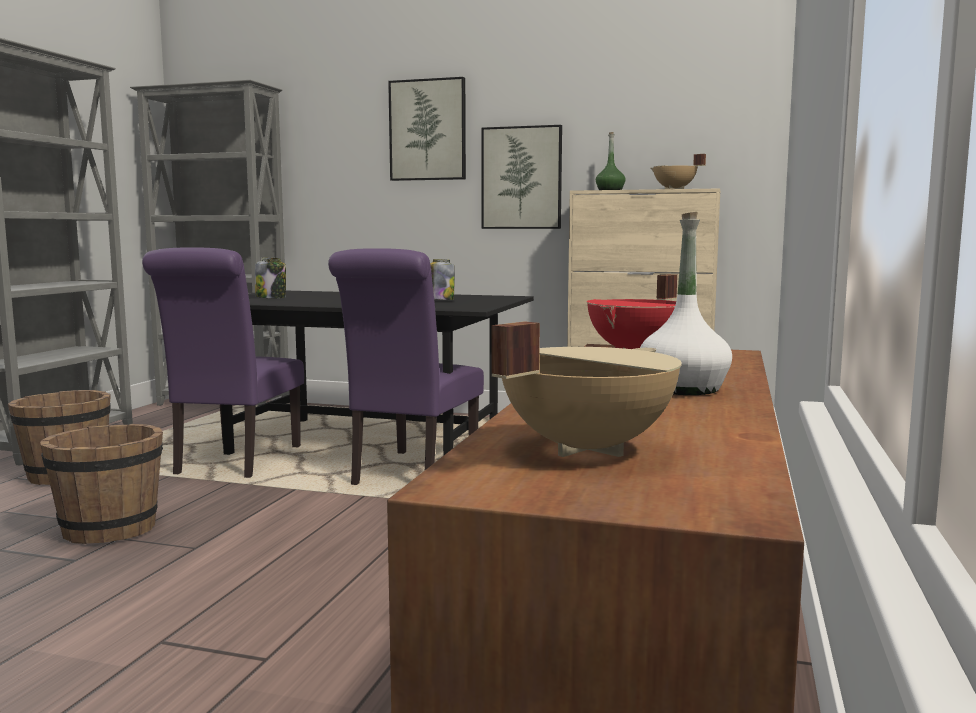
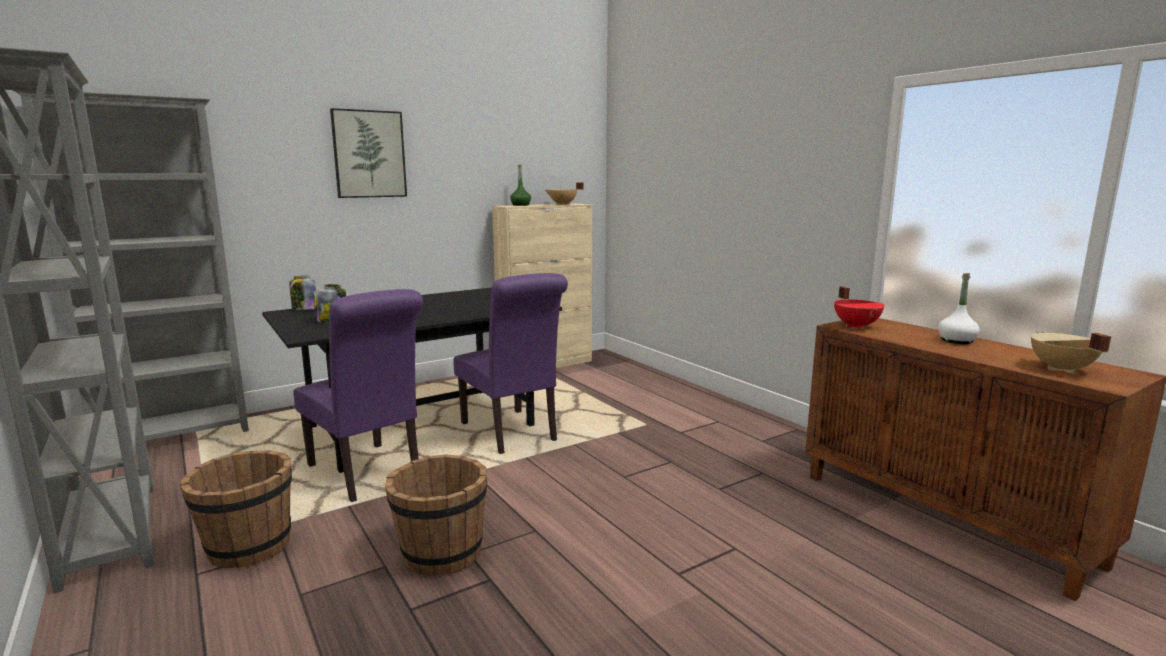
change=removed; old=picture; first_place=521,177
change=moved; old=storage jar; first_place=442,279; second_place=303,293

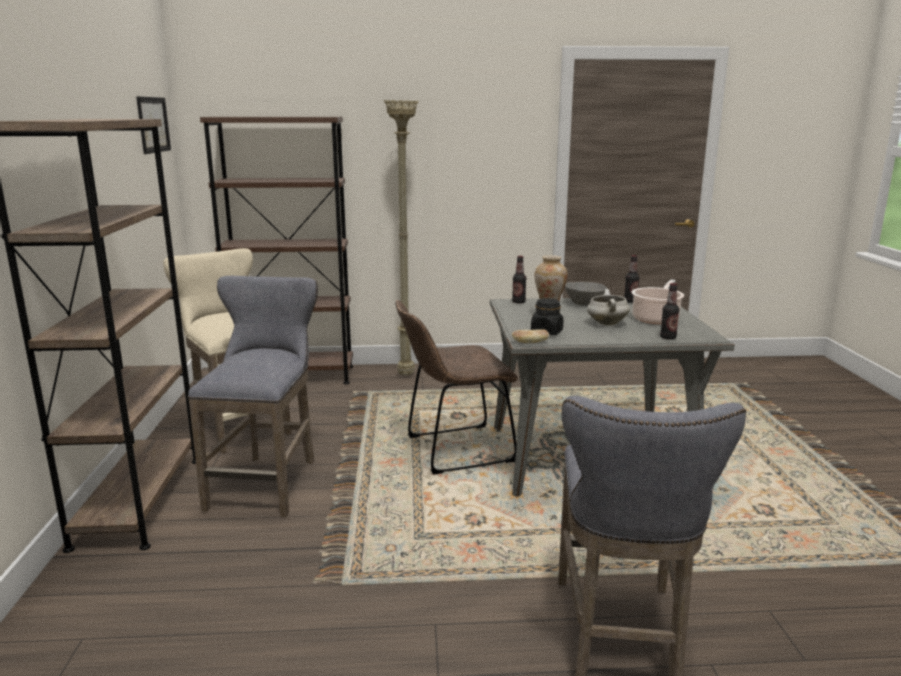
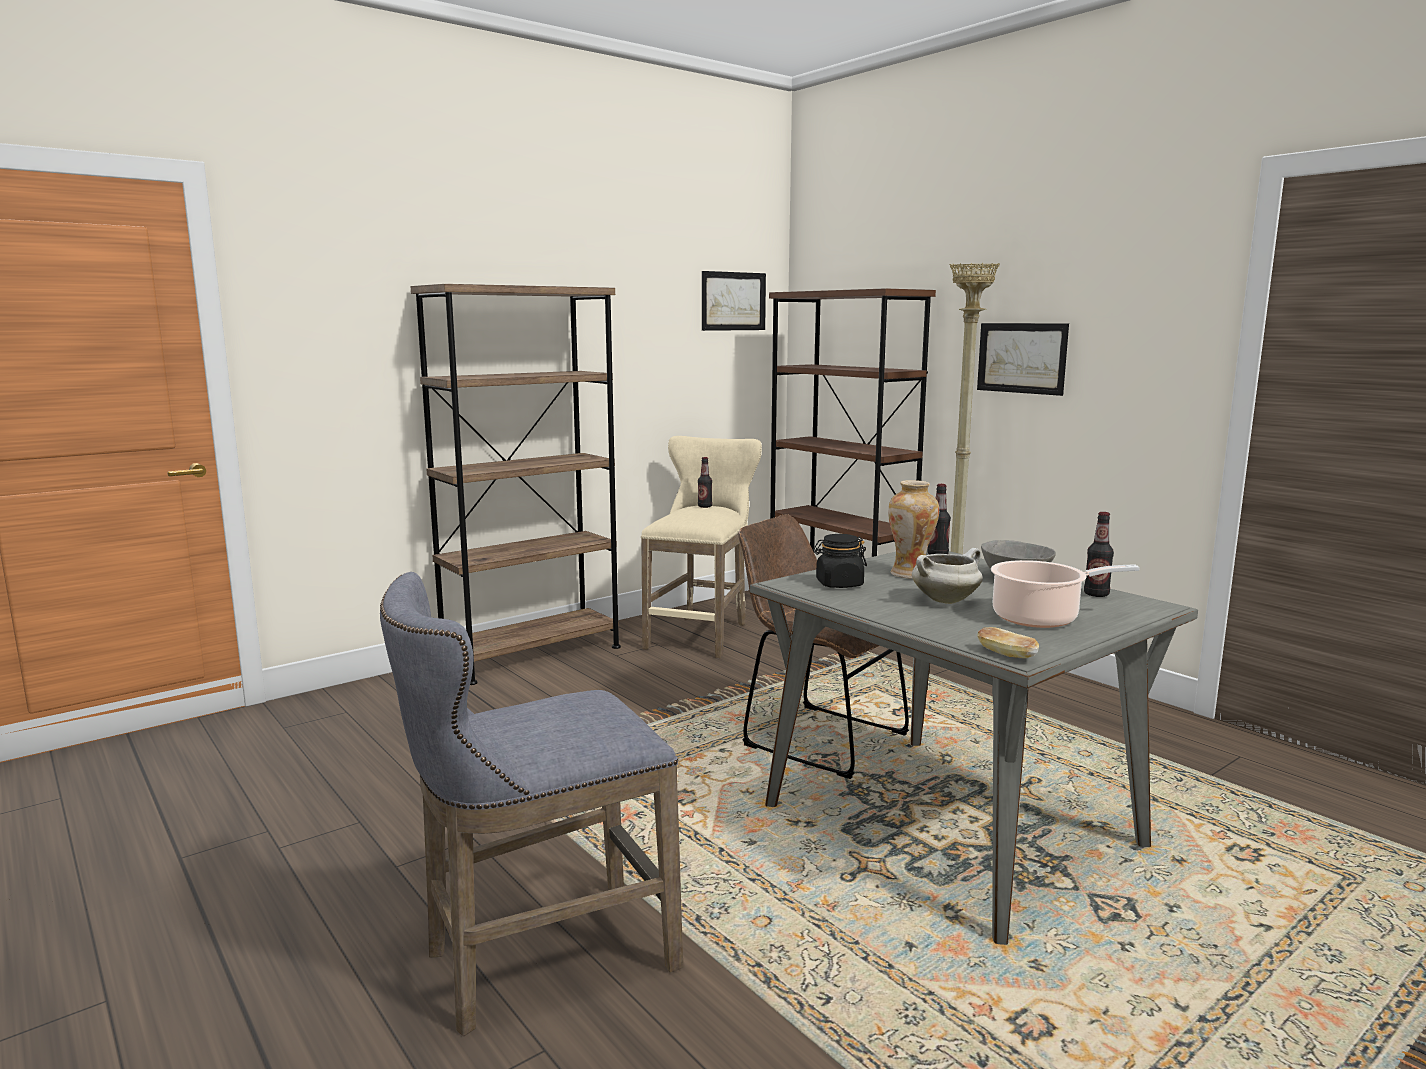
change=removed; old=greyish stool; first_place=253,396
change=added; new=picture; second_place=1023,359
change=moved; old=bakery bread; first_place=531,336; second_place=1008,642
change=moved; old=bottle; first_place=669,311; second_place=705,482

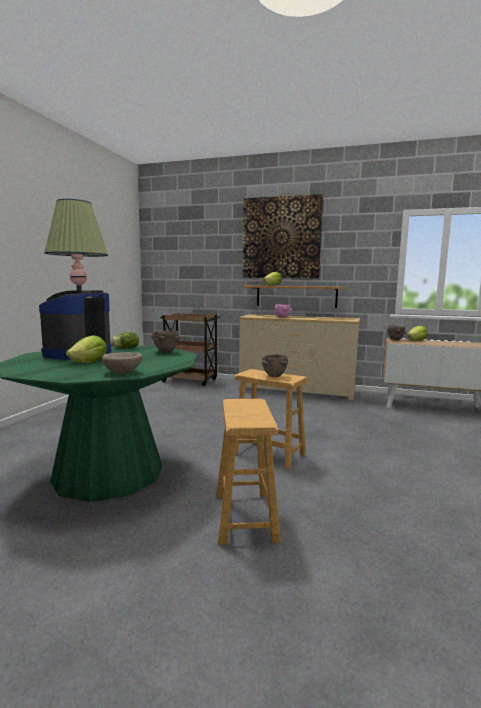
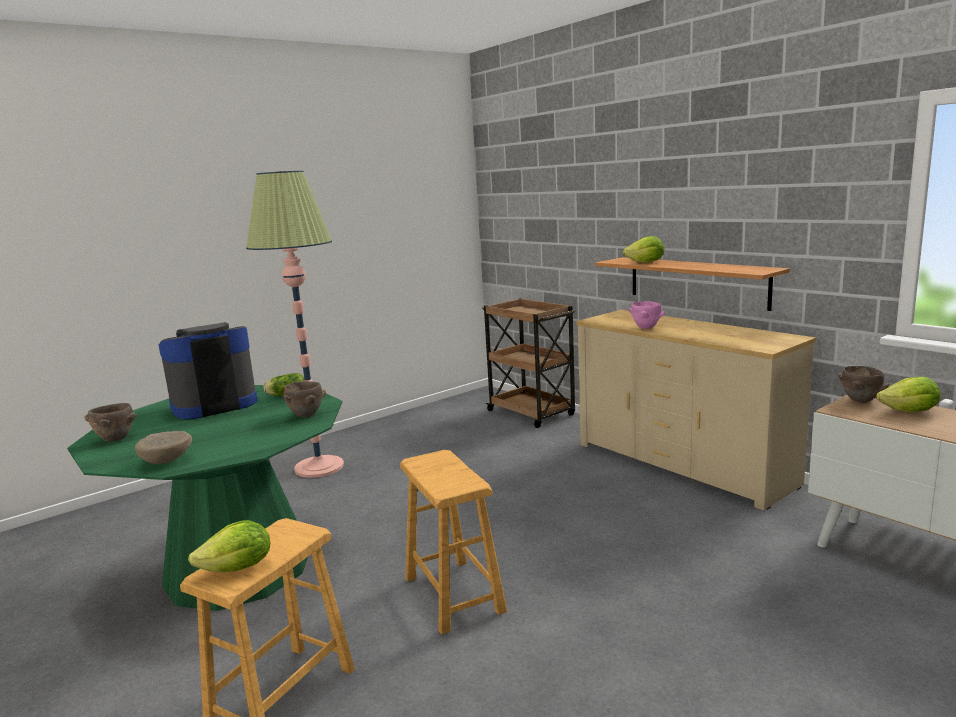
change=removed; old=picture; first_place=283,236
change=moved; old=head of lettuce; first_place=86,349; second_place=229,546
change=moved; old=brown-coloured serving bowl; first_place=275,365; second_place=110,422

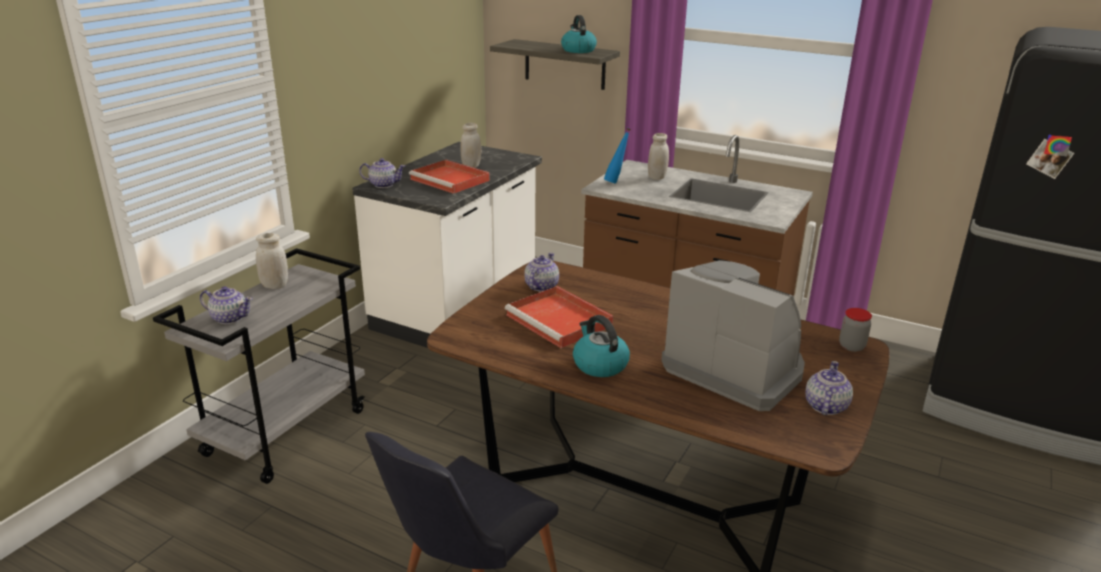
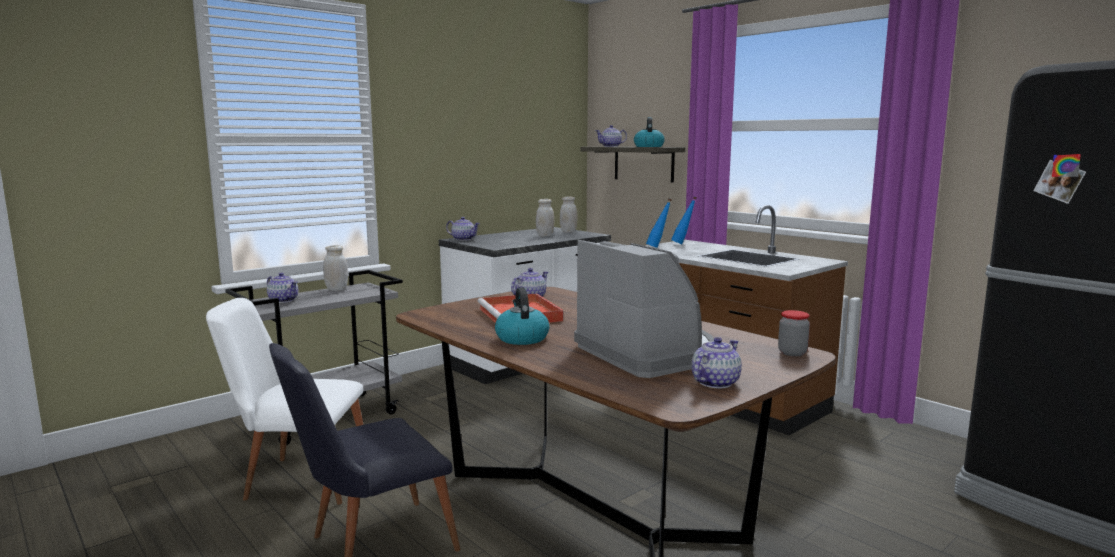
change=removed; old=red serving tray; first_place=449,177
change=added; new=white-coloured plain chair; second_place=284,401
change=added; new=teapot; second_place=611,136
change=added; new=blue-coloured bottle; second_place=684,220
change=moved; old=white-coloured storage jar; first_place=658,156; second_place=569,214

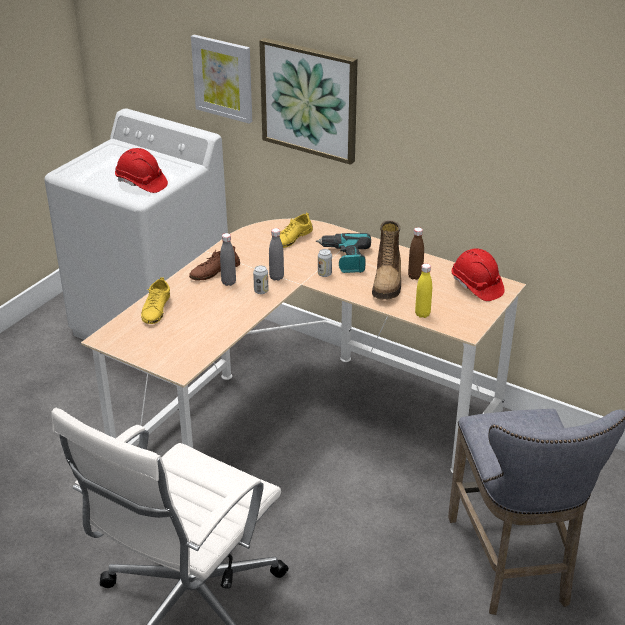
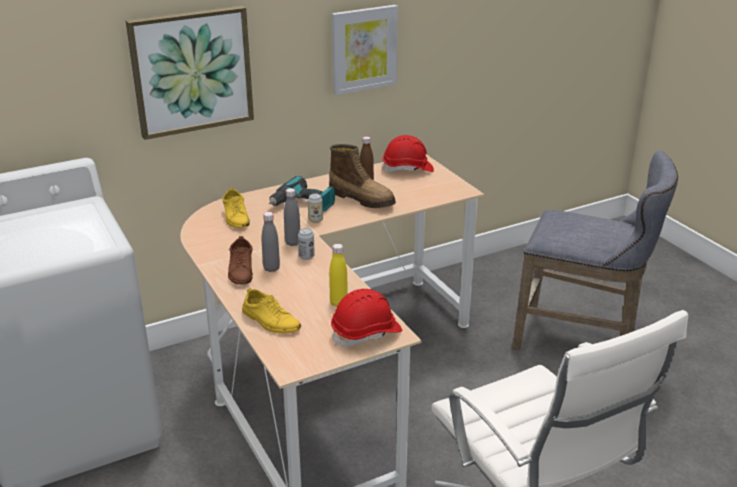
change=moved; old=red safety helmet; first_place=141,170; second_place=366,318
change=moved; old=picture; first_place=221,79; second_place=365,50
change=moved; old=yellowish bottle; first_place=423,291; second_place=338,275

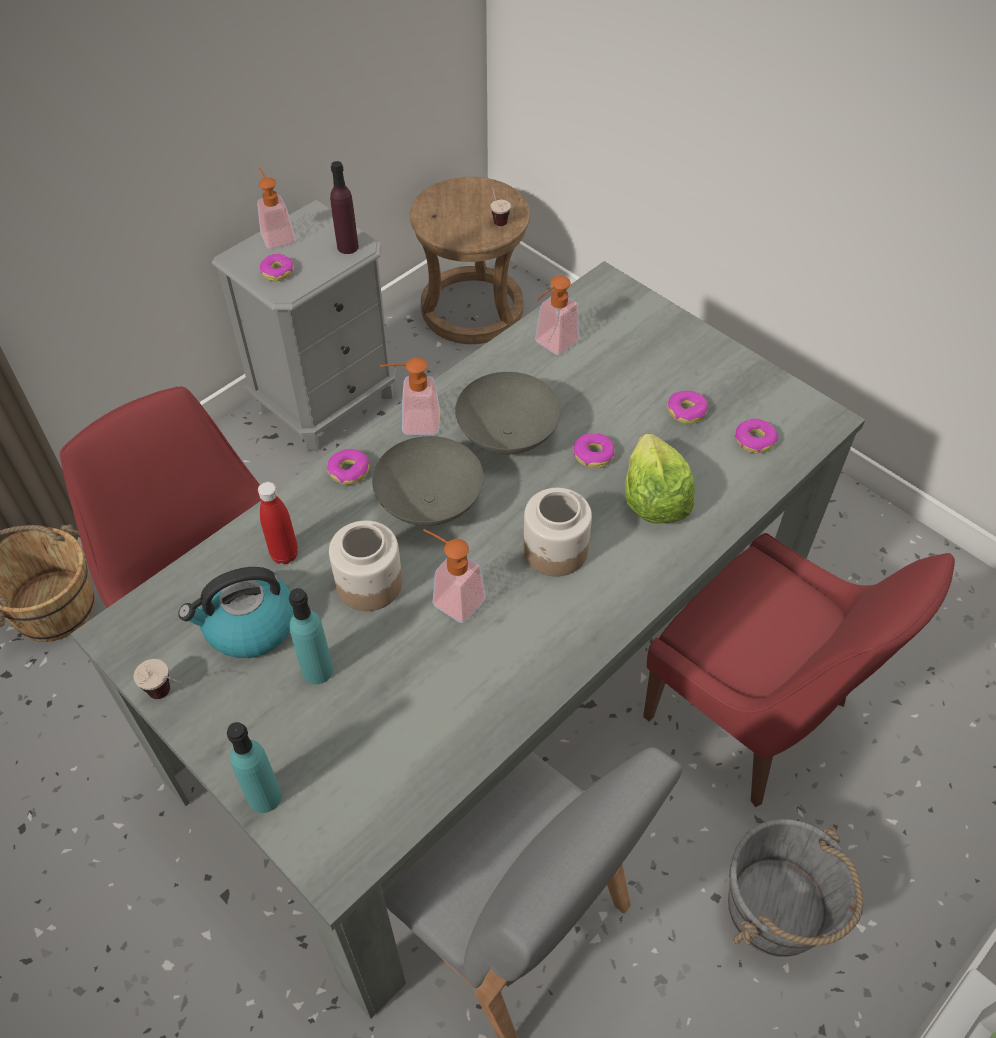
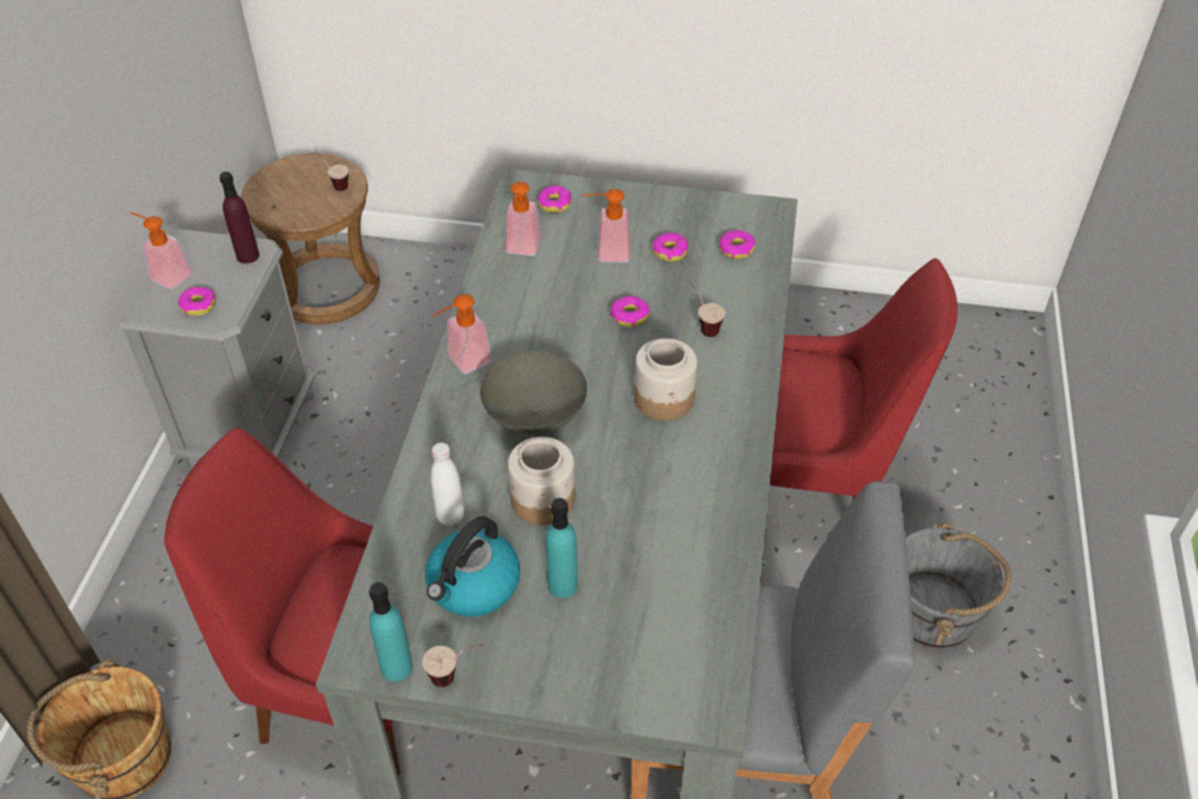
change=removed; old=greyish serving bowl; first_place=508,413
change=moved; old=turquoise-coloured bottle; first_place=254,767; second_place=391,632
change=moved; old=donut; first_place=348,467; second_place=555,199
change=moved; old=liquid soap bottle; first_place=454,576; second_place=606,226
change=replaced; old=head of lettuce; new=drinking cup; first_place=660,478; second_place=706,308
change=recoloured; old=red bottle; new=white-coloured bottle; first_place=278,523; second_place=447,484

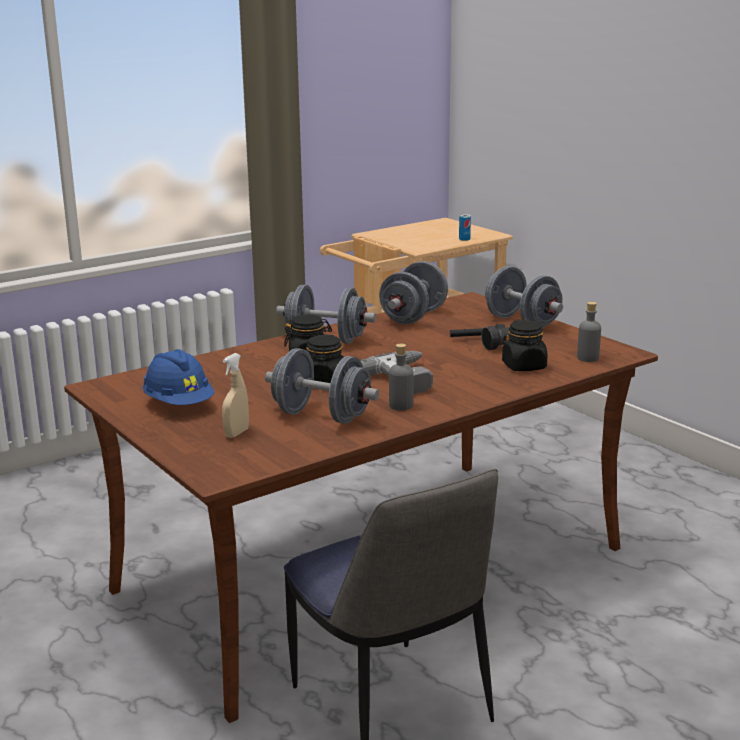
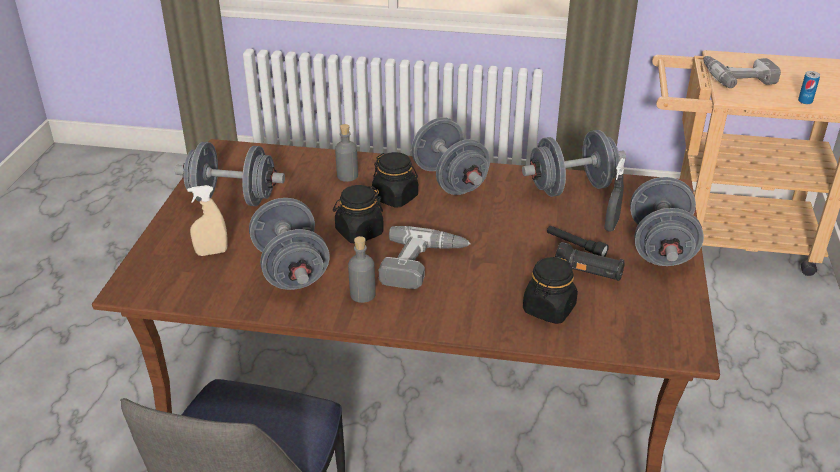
change=added; new=greyish hand sprayer; second_place=614,195
change=added; new=electric drill; second_place=742,72
change=moved; old=greyish bottle; first_place=589,332; second_place=346,153
change=replaced; old=blue-coloured safety helmet; new=greyish dumbbell; first_place=178,377; second_place=230,174

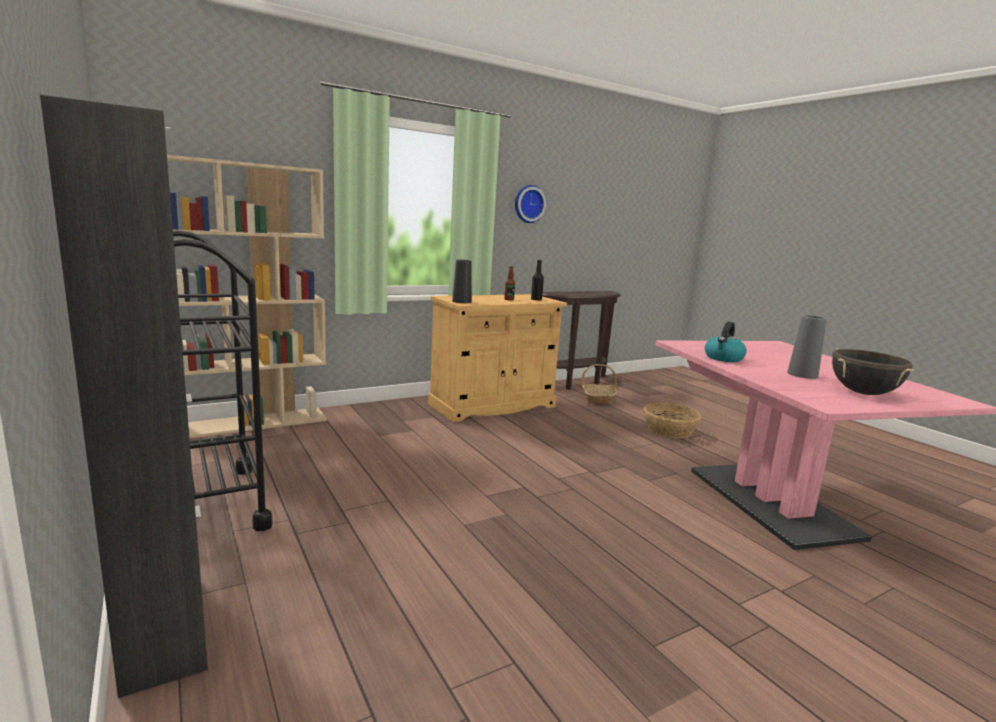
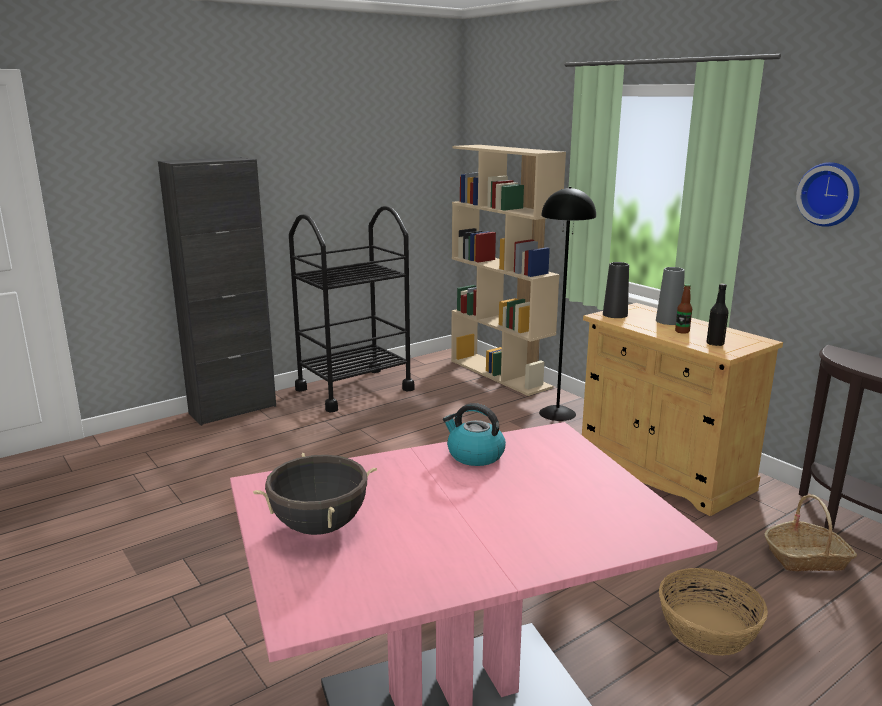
change=added; new=black-coloured standing lamp; second_place=567,304
change=moved; old=greyish flower vase; first_place=807,347; second_place=670,296

